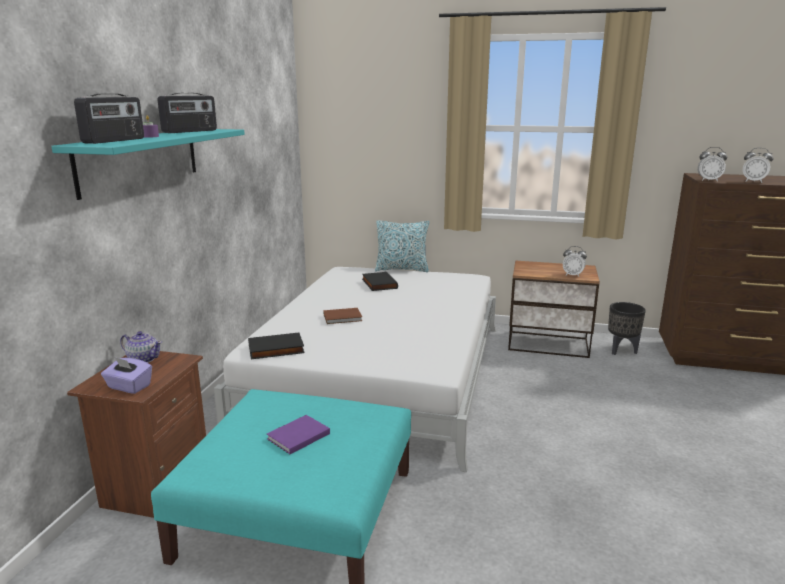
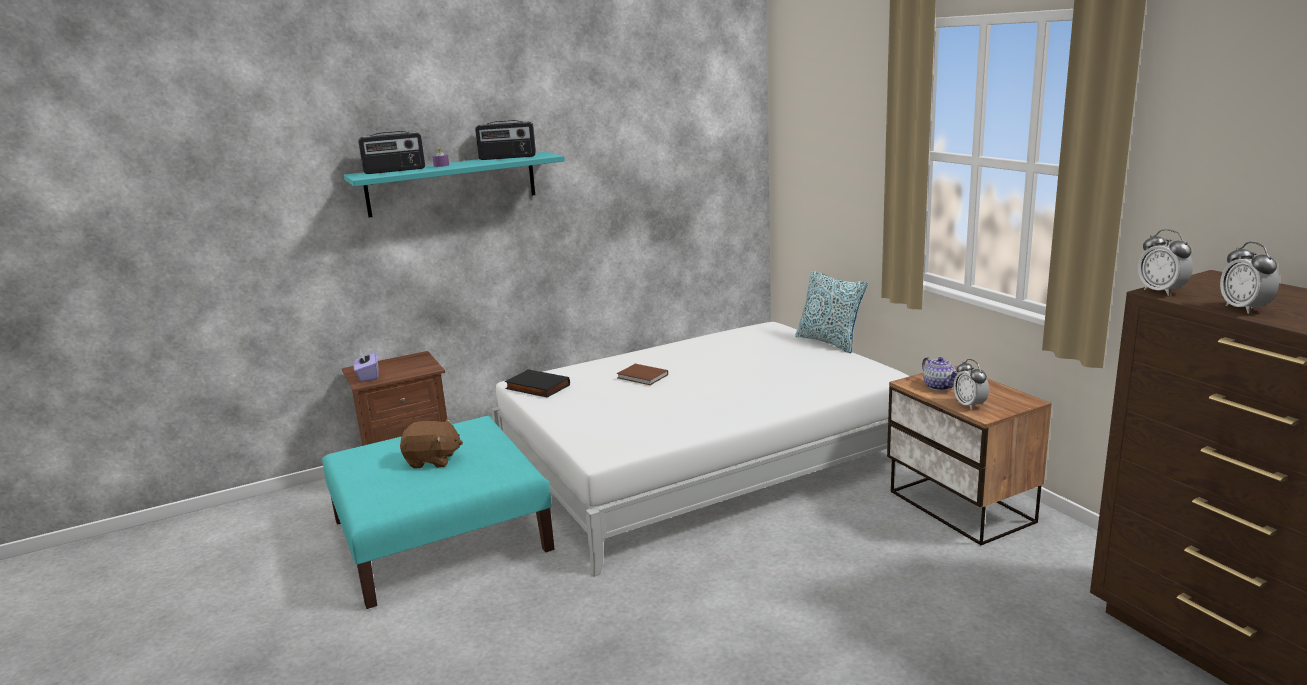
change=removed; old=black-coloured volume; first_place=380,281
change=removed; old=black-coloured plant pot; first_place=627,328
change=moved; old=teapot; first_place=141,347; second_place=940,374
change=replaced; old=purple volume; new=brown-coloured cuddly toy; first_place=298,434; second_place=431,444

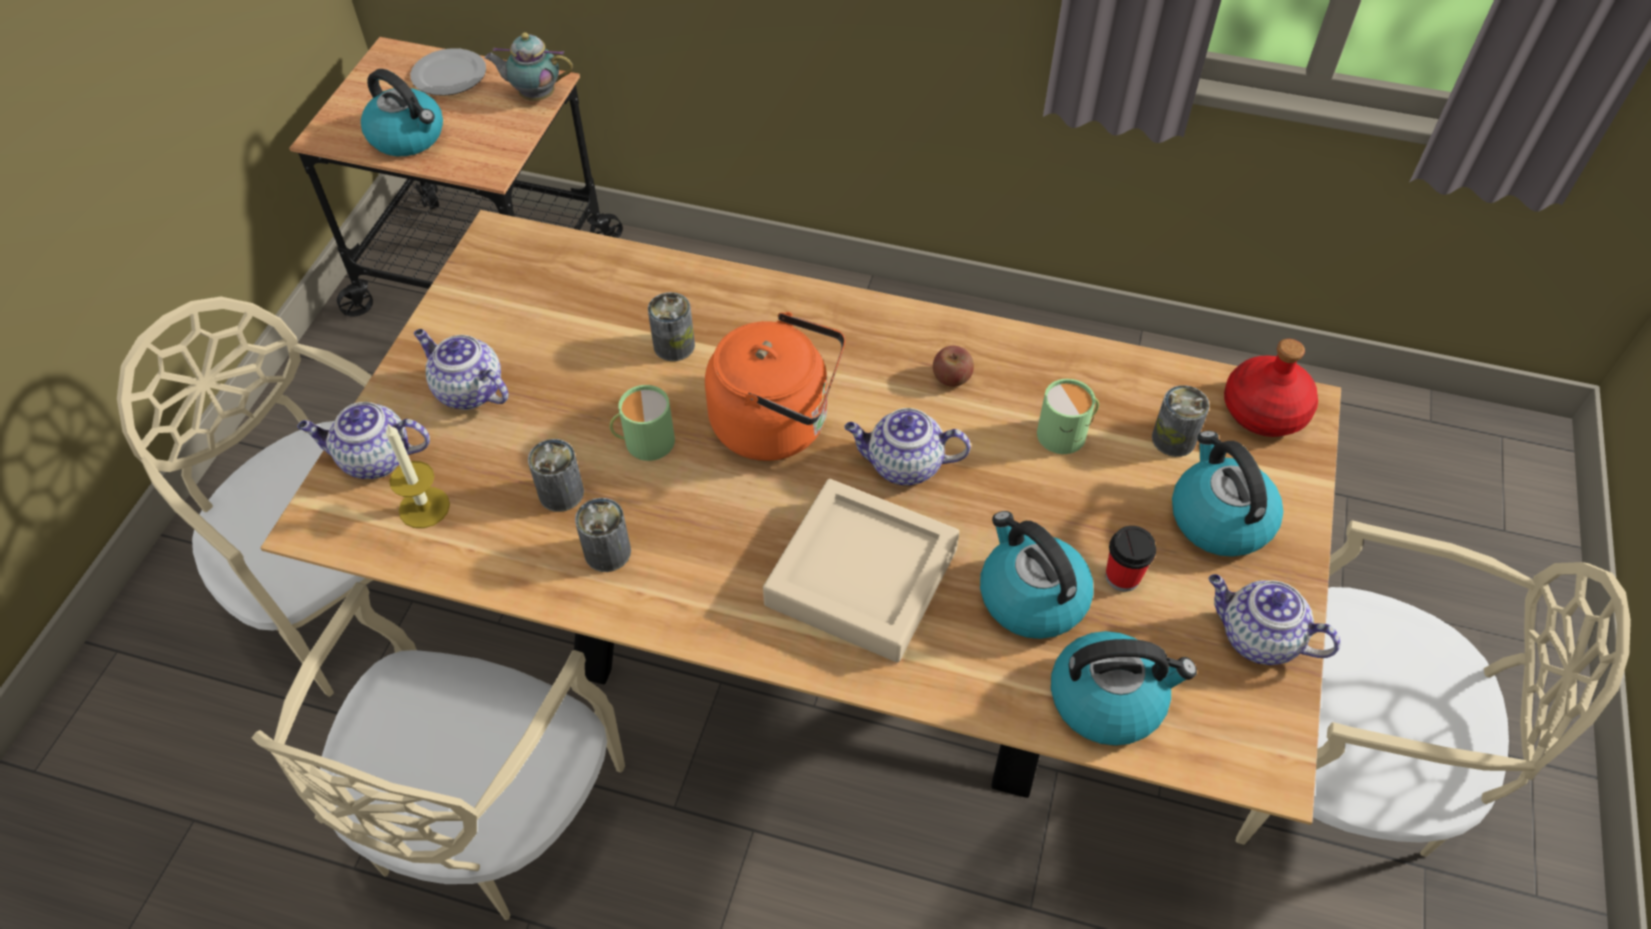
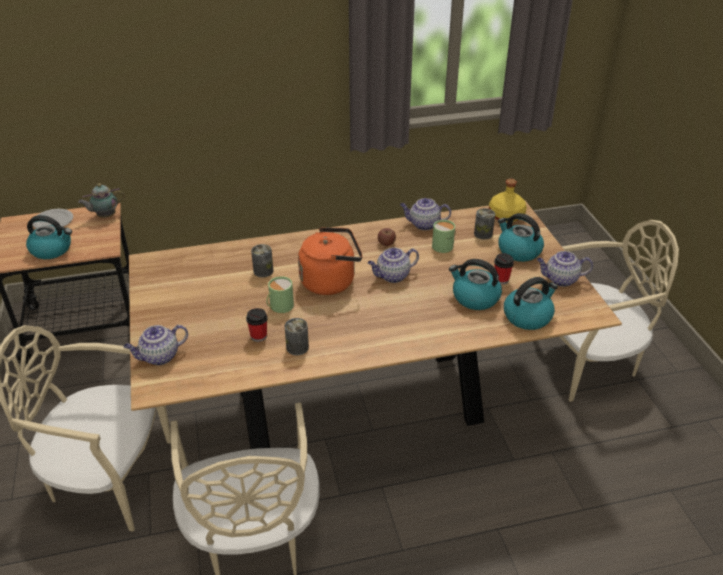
change=removed; old=candle; first_place=418,476
change=removed; old=beige serving tray; first_place=861,570
change=moved; old=teapot; first_place=461,369; second_place=425,214
change=replaced; old=metal can; new=drinking cup; first_place=556,475; second_place=257,325
change=recoloured; old=red bottle; new=yellowish bottle; first_place=1271,388; second_place=508,200

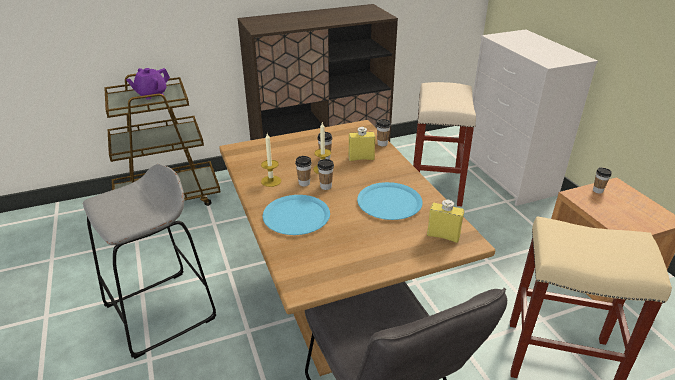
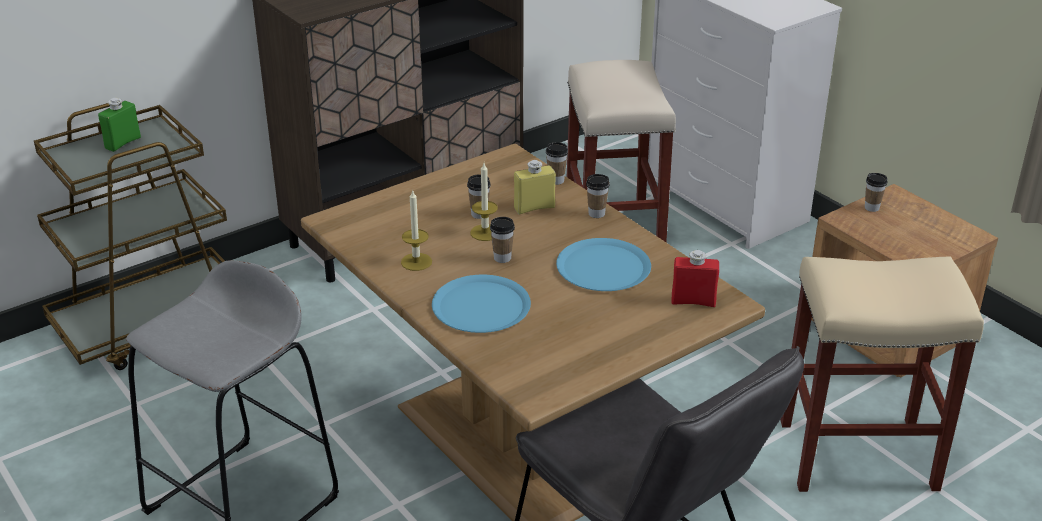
change=moved; old=drinking cup; first_place=303,171; second_place=598,196
change=replaced; old=purple teapot; new=greenish bottle; first_place=148,83; second_place=119,125
change=recoloured; old=yellowish bottle; new=red bottle; first_place=445,221; second_place=695,278

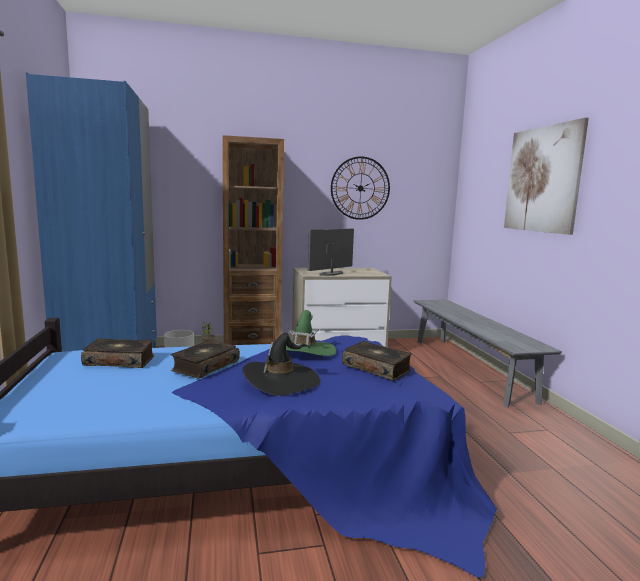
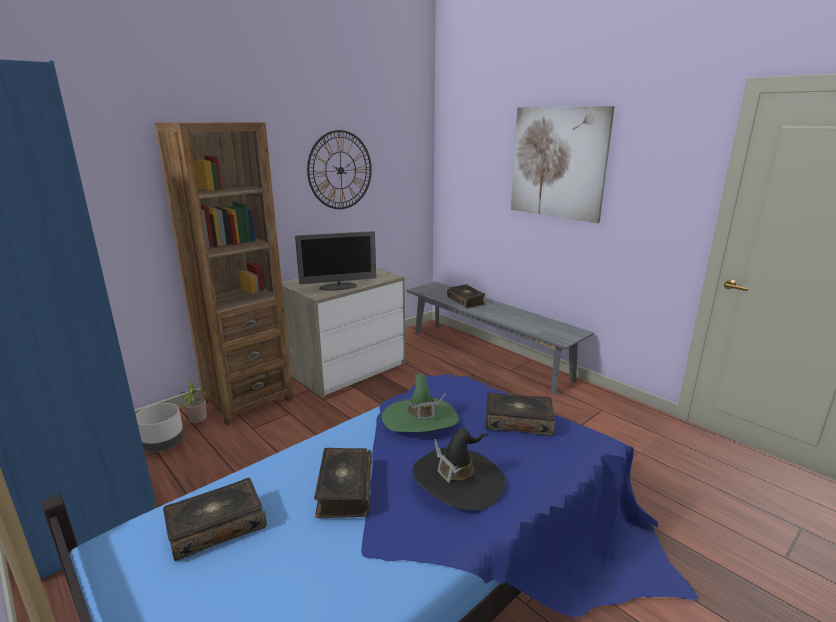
change=added; new=volume; second_place=466,296
change=turned; old=computer screen; first_place=331,252; second_place=335,261; degrees=-120

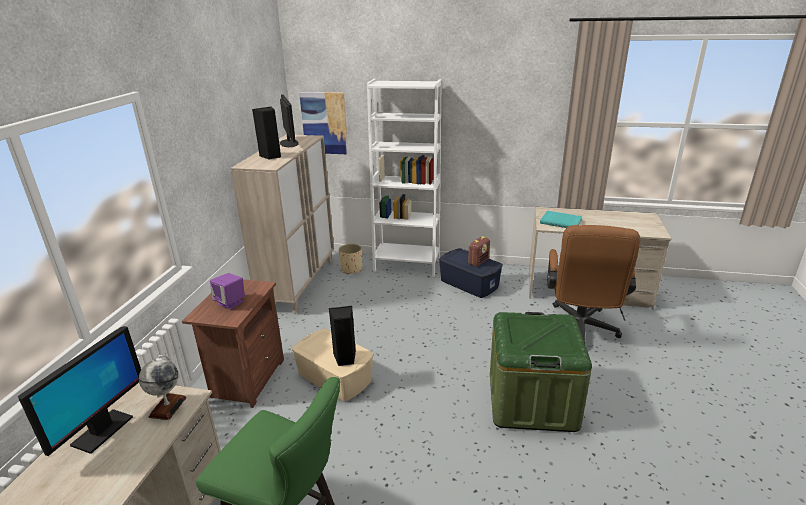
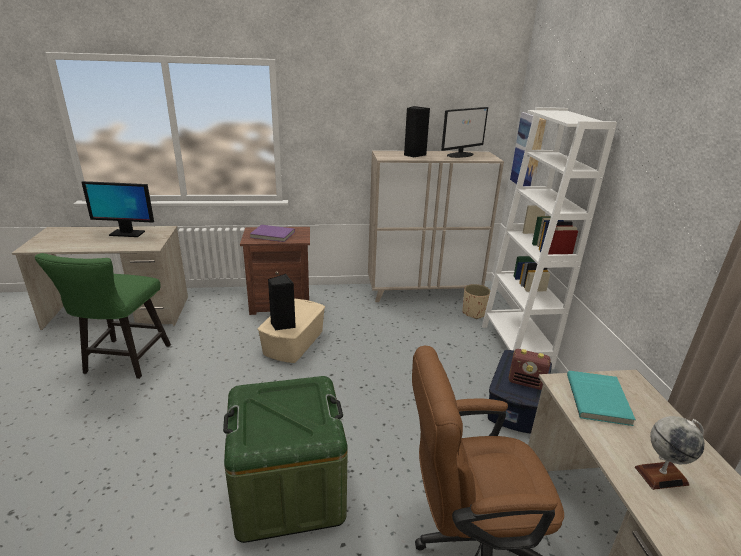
change=moved; old=world globe; first_place=163,387; second_place=670,453
change=replaced; old=purple audio speaker; new=purple volume; first_place=227,291; second_place=272,233

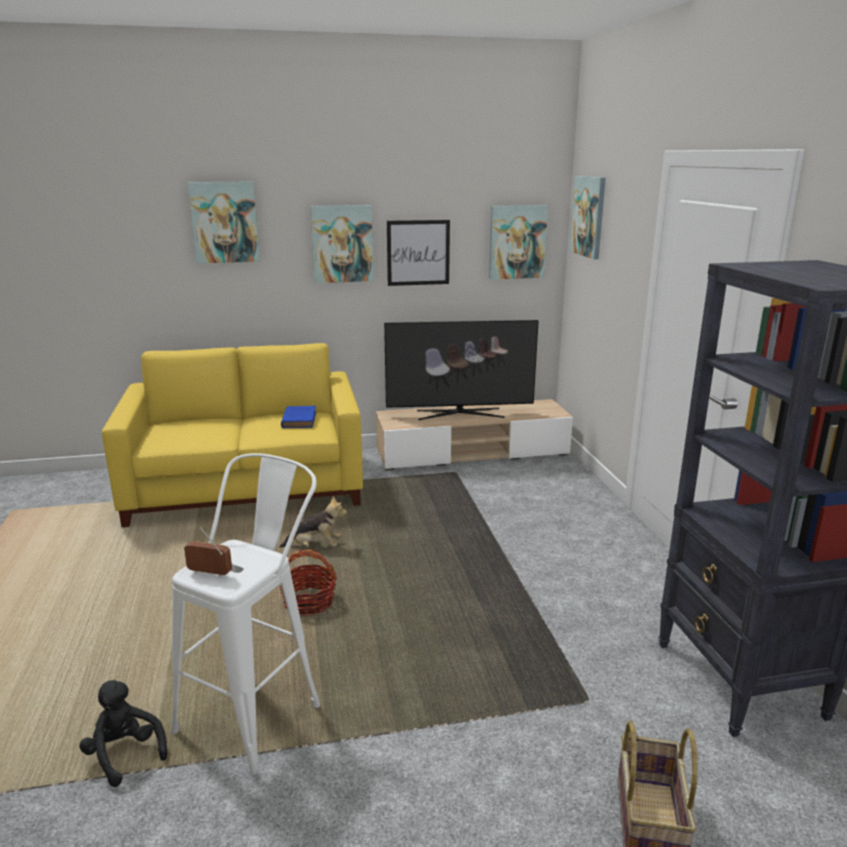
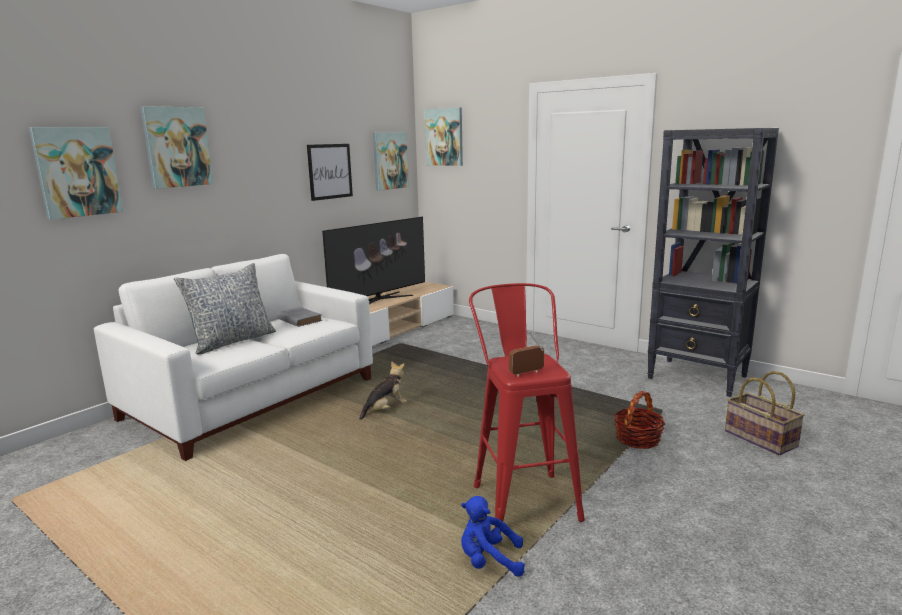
change=added; new=cushion; second_place=225,308
change=moved; old=basket; first_place=308,583; second_place=639,420
change=moved; old=picture; first_place=342,244; second_place=76,173
change=recoloured; old=black-coloured cuddly toy; new=blue-coloured cuddly toy; first_place=123,733; second_place=493,536
change=recoloured; old=yellowish sofa; new=white-coloured sofa; first_place=232,435; second_place=233,357
change=recoloured; old=white-coloured stool; new=red stool; first_place=245,614; second_place=527,407
change=recoloured; old=blue-coloured volume; new=greyish volume; first_place=298,417; second_place=299,317

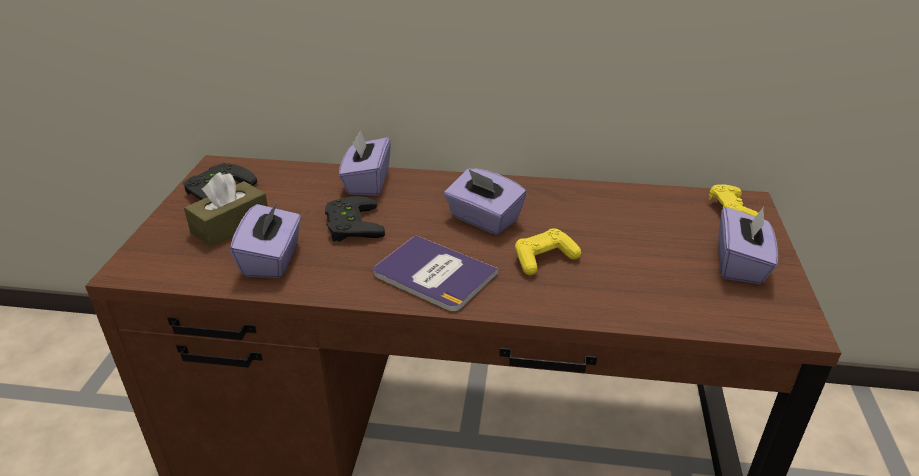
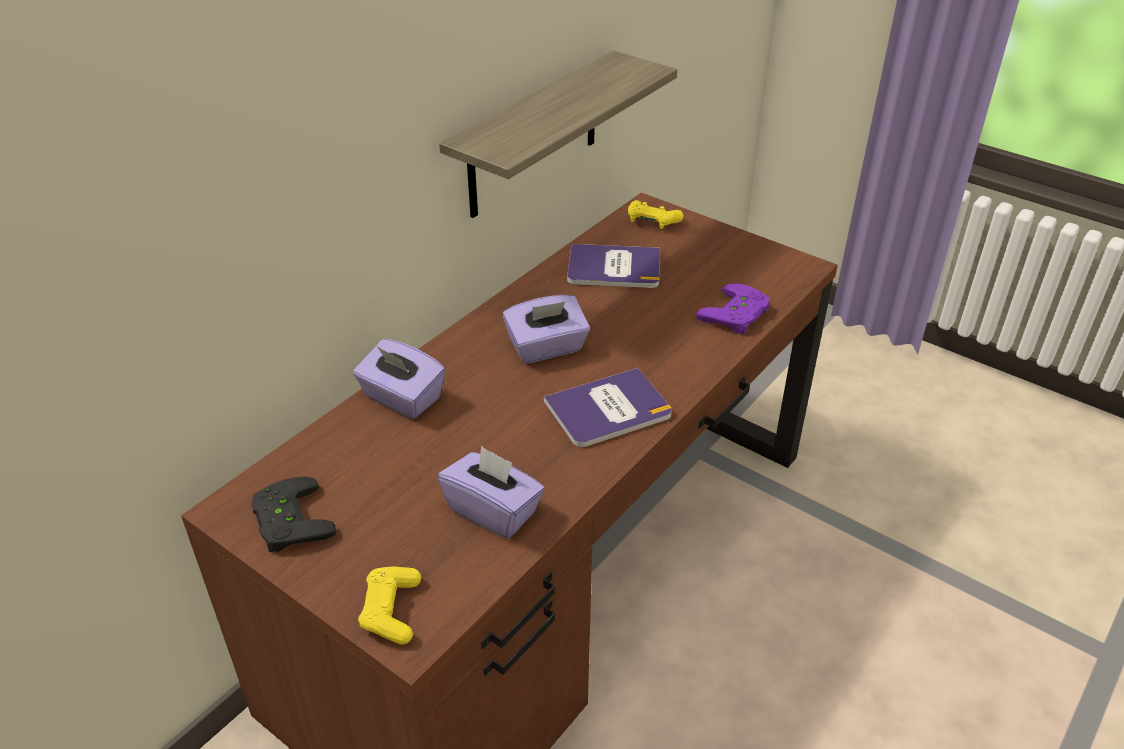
change=removed; old=brown-coloured box of tissues; first_place=226,209
change=removed; old=black-coloured joypad; first_place=355,219
change=removed; old=purple box of tissues; first_place=748,245
change=added; new=wall shelf; second_place=558,134
change=added; new=volume; second_place=613,266
change=added; new=purple joypad; second_place=733,308
change=moved; old=yellowish joypad; first_place=548,251; second_place=389,606

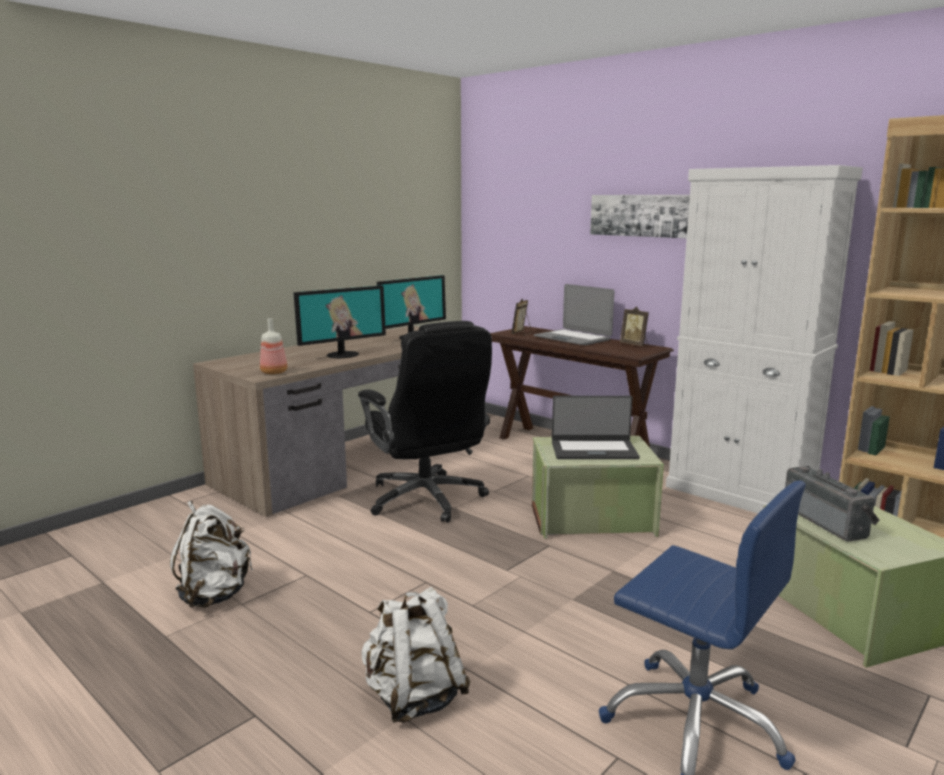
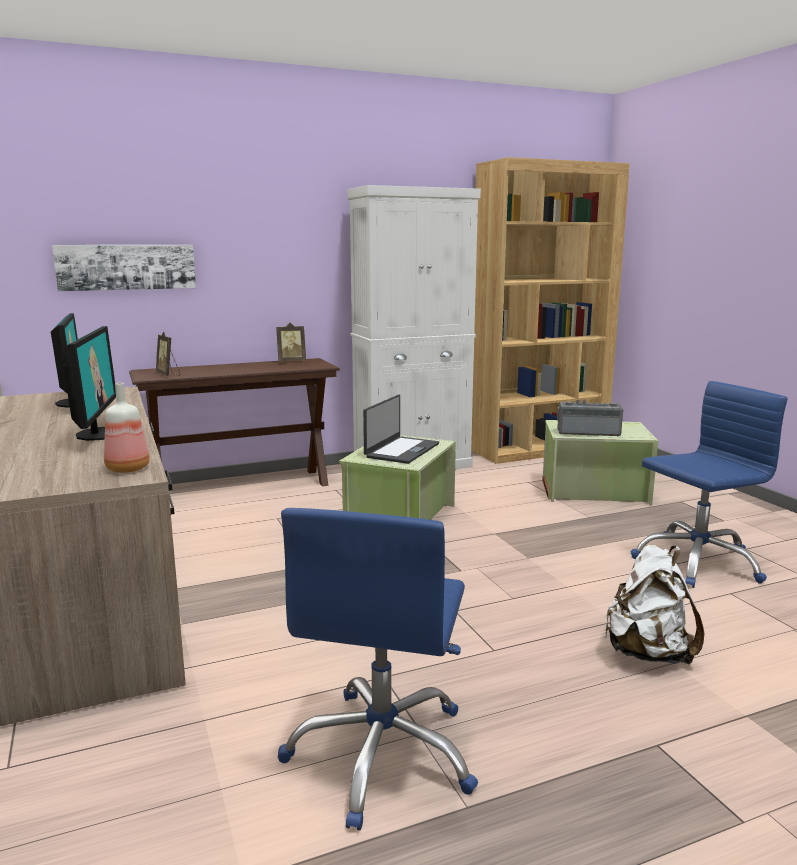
change=removed; old=black-coloured office chair; first_place=425,422
change=removed; old=notebook computer; first_place=574,314
change=moved; old=picture; first_place=640,216; second_place=124,268
change=replaced; old=white-coloured rucksack; new=blue-coloured office chair; first_place=211,554; second_place=378,669

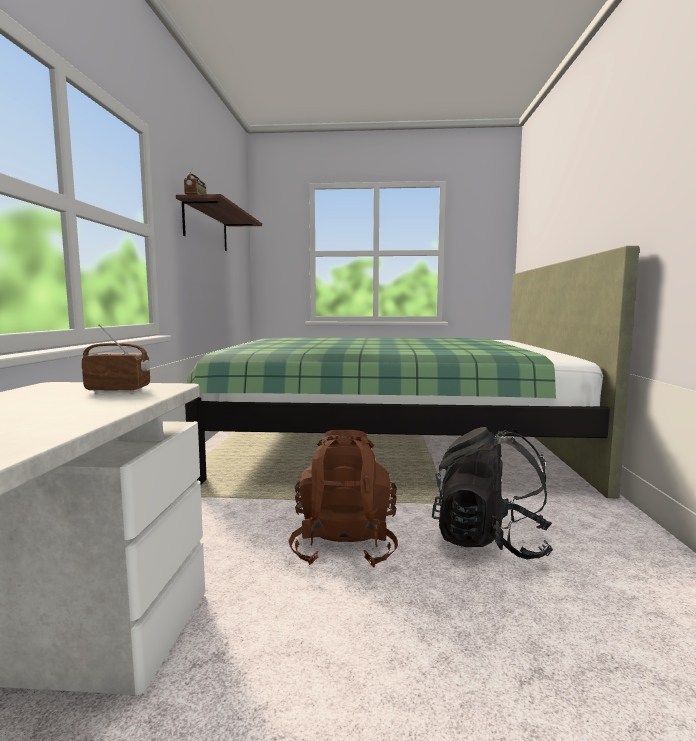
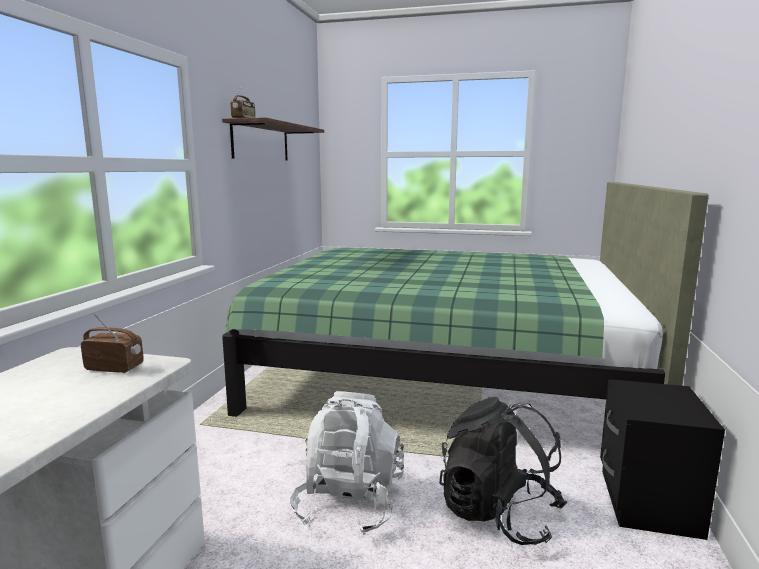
change=added; new=black-coloured night table; second_place=662,459
change=recoloured; old=brown-coloured rucksack; new=white-coloured rucksack; first_place=343,499; second_place=347,463

